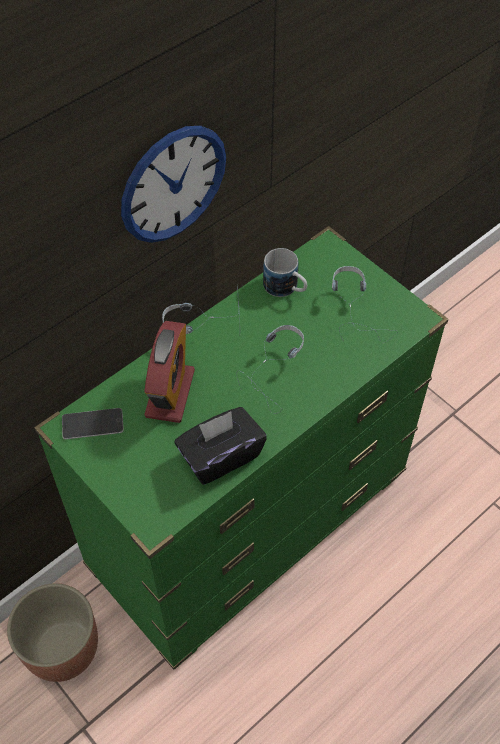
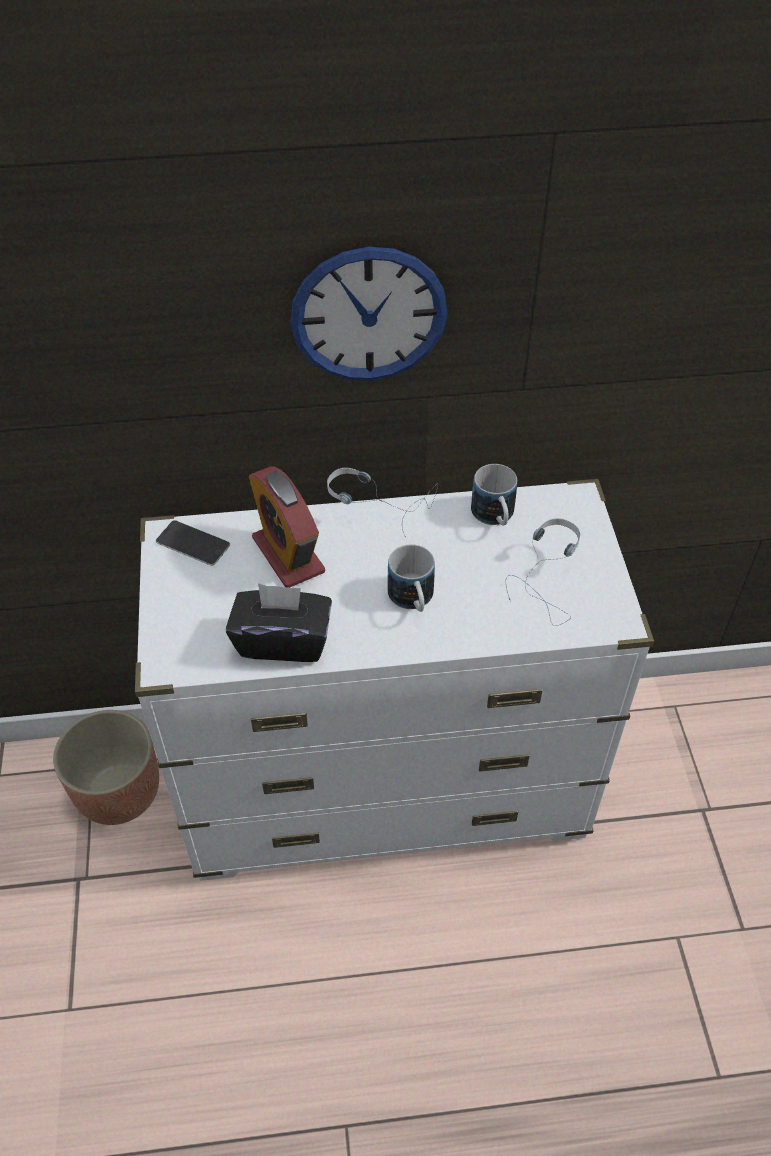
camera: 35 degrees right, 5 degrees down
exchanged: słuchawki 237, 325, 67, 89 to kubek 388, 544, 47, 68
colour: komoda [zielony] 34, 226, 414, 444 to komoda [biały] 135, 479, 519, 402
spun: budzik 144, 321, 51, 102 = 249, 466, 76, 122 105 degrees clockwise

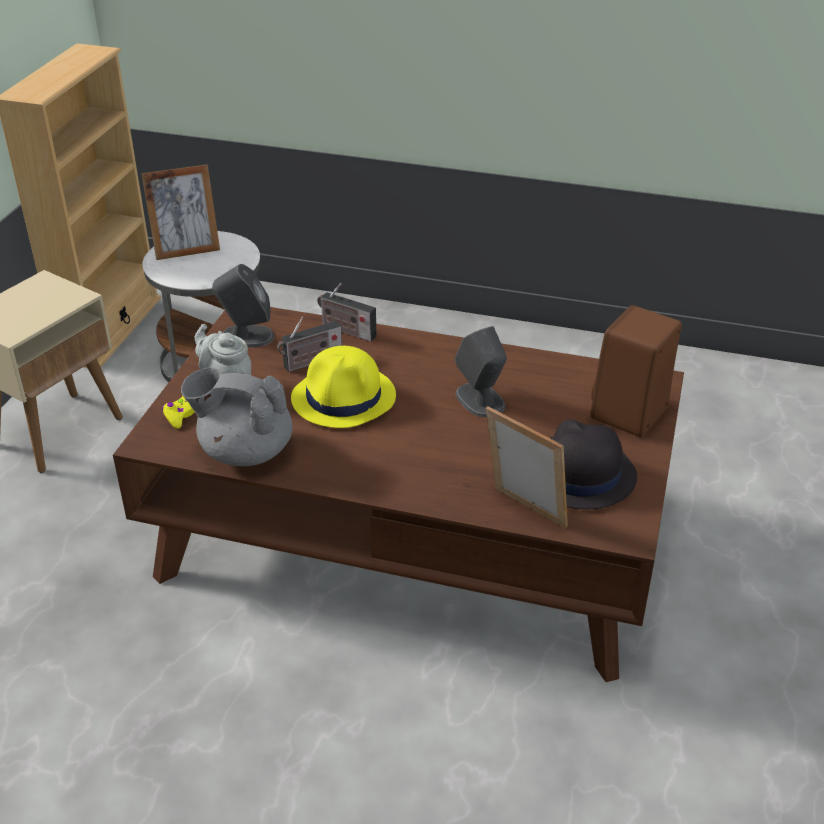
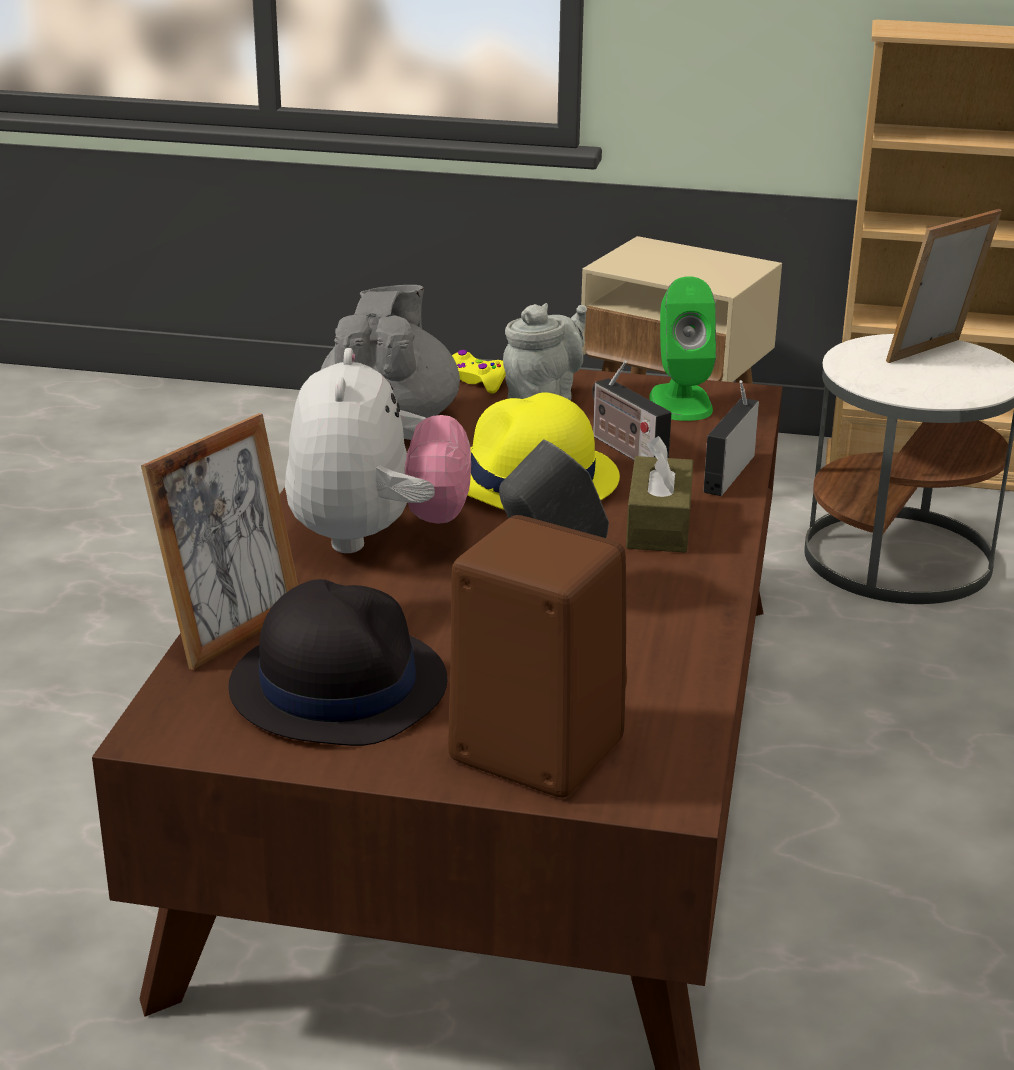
camera: 85 degrees right, 10 degrees down
appeared: pluszak 285, 348, 186, 205; pudełko chusteczek [brązowy] 626, 436, 67, 117
colour: głośnik [szary] 212, 264, 62, 83 to głośnik [zielony] 649, 276, 67, 145
spun: ramka na zdjęcie 141, 164, 79, 96 = 886, 209, 116, 154 75 degrees clockwise

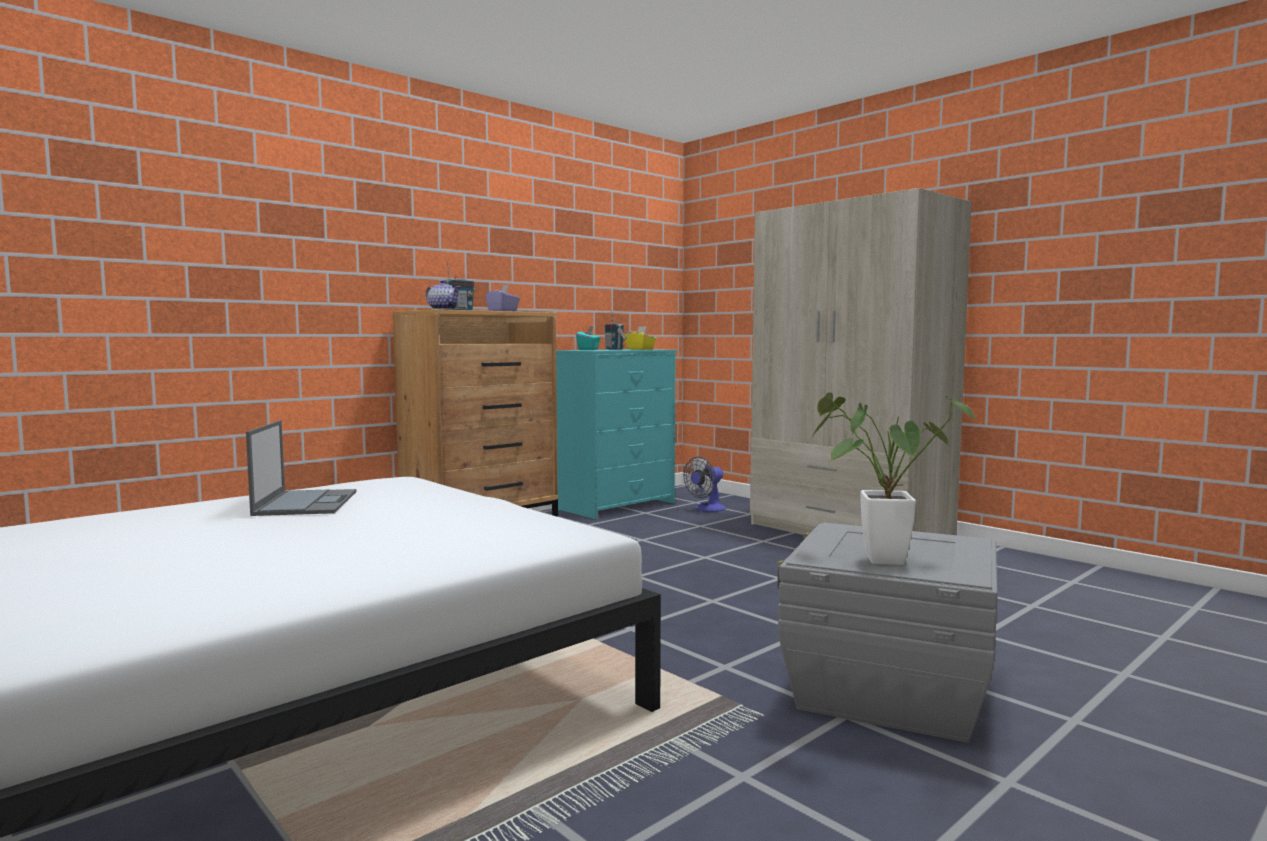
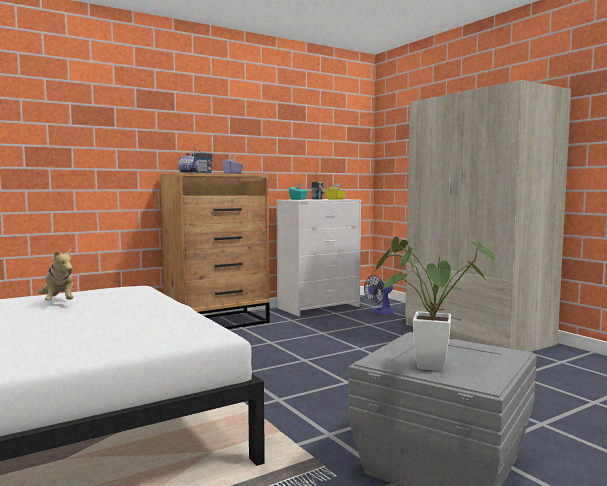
camera: 10 degrees right, 0 degrees up
exchanged: laptop 246, 420, 110, 96 to pluszak 37, 248, 36, 52
colour: komoda [turkusowy] 556, 349, 121, 170 to komoda [biały] 276, 199, 86, 117

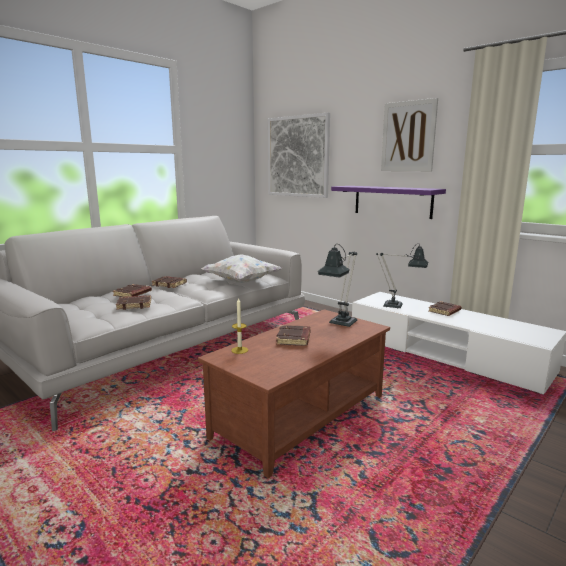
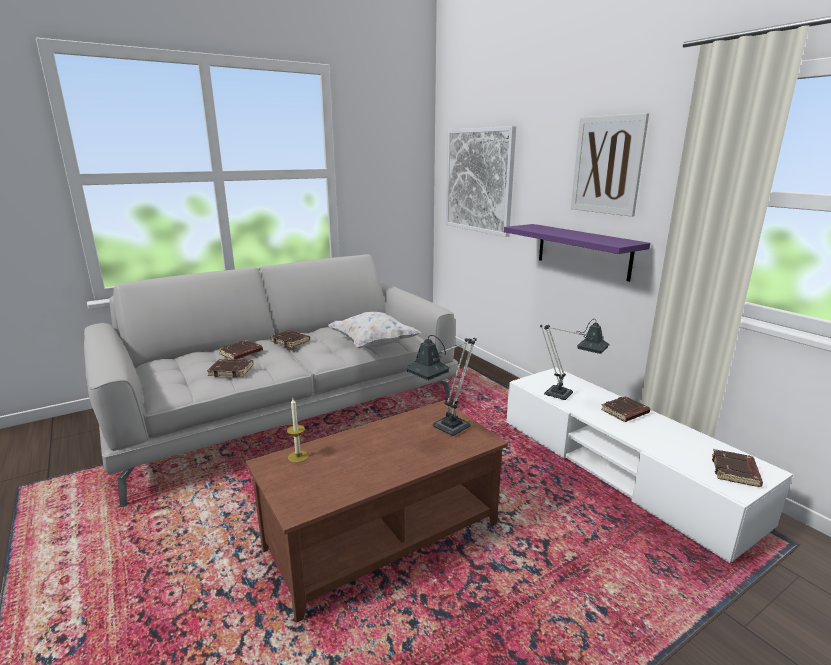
camera: 15 degrees right, 5 degrees up
relocated: książka [brązowy] 276, 325, 35, 21 to 712, 449, 51, 38

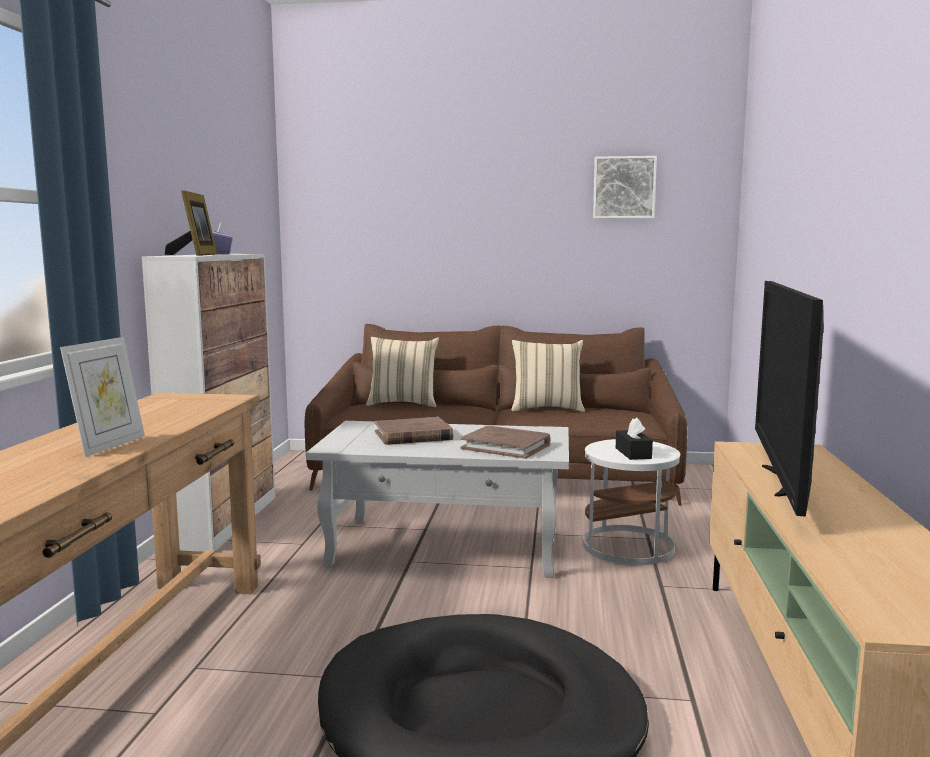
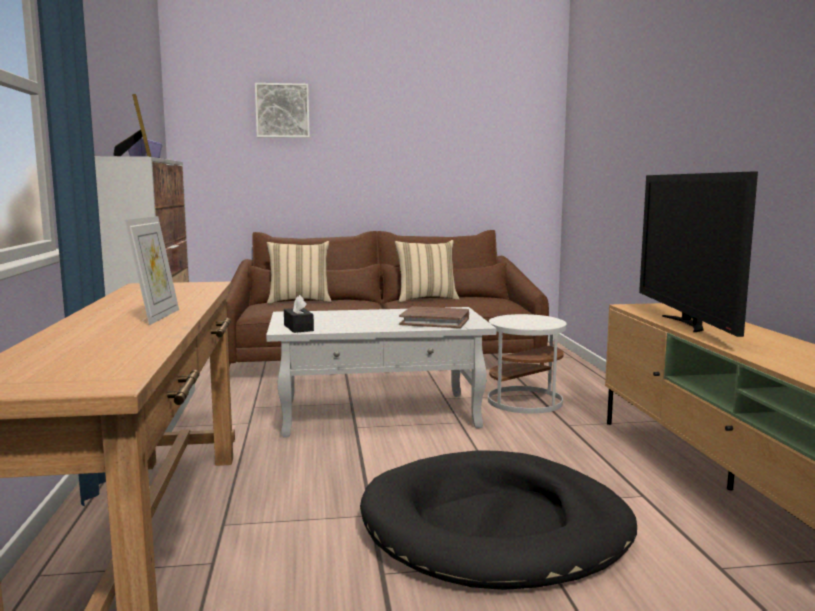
camera: 15 degrees left, 0 degrees up
missing: książka [brązowy] 375, 417, 79, 28
relocated: obraz 593, 156, 64, 63 to 255, 83, 55, 55; pudełko chusteczek [czarny] 616, 417, 37, 43 to 284, 295, 30, 38

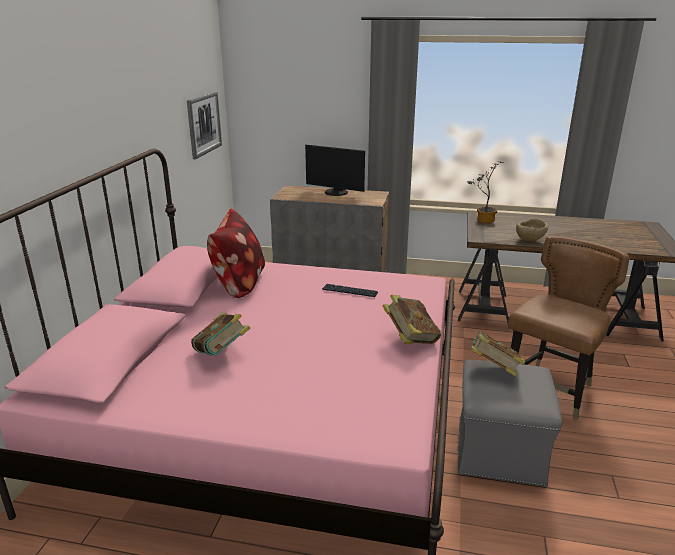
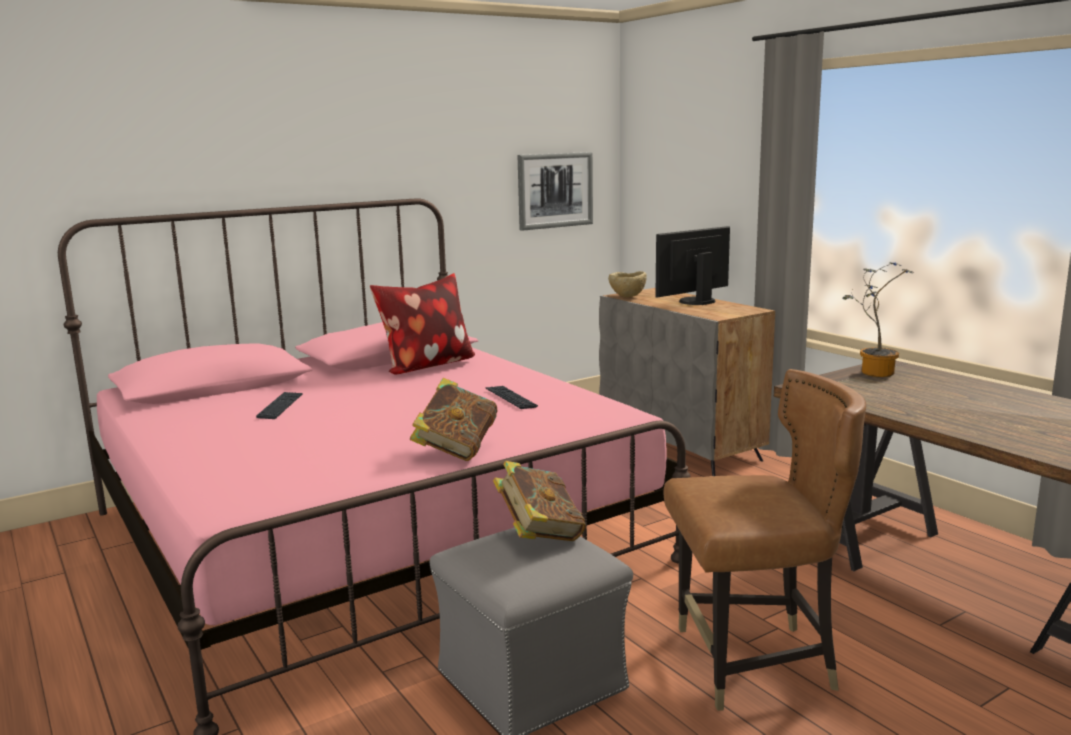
camera: 45 degrees right, 10 degrees down
relocated: miska [beżowy] 516, 219, 32, 22 to 608, 271, 39, 26
exchanged: książka 191, 313, 59, 43 to klawiatura 256, 392, 47, 27
spun: monitor 305, 145, 60, 51 = 655, 226, 75, 79 75 degrees clockwise

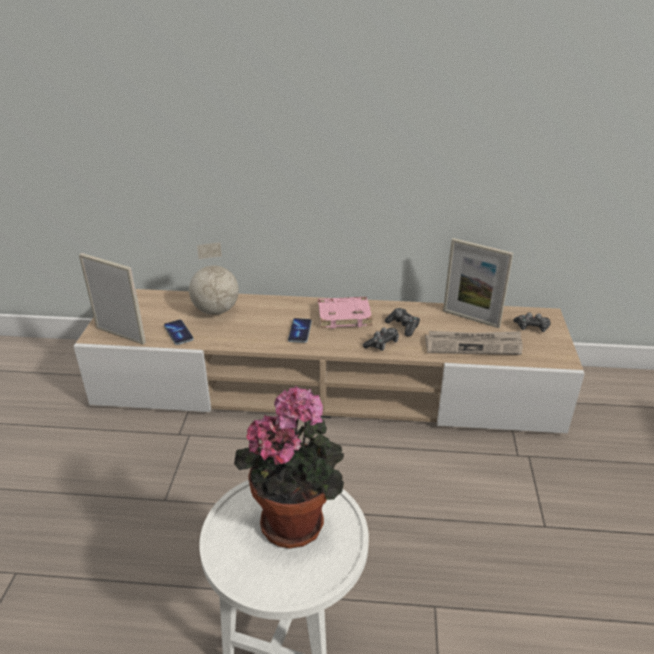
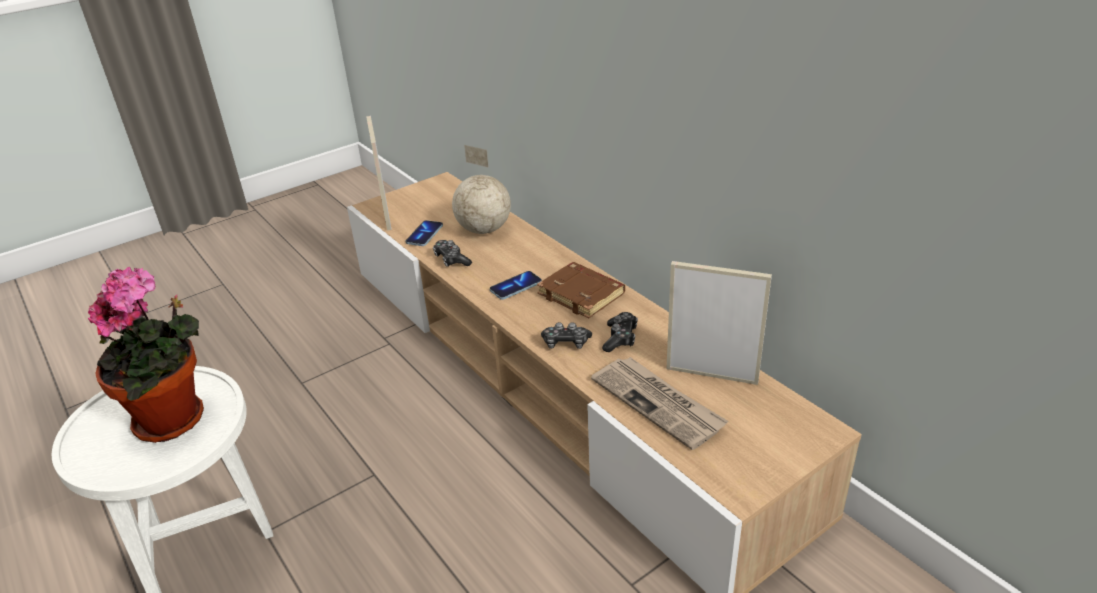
camera: 50 degrees right, 0 degrees up
relocated: pad do gier 513, 312, 38, 20 to 433, 240, 39, 27
colour: książka [różowy] 318, 297, 55, 32 to książka [brązowy] 537, 262, 88, 57
spun: ramka na zdjęcie 443, 238, 70, 90 = 666, 261, 106, 124 120 degrees clockwise

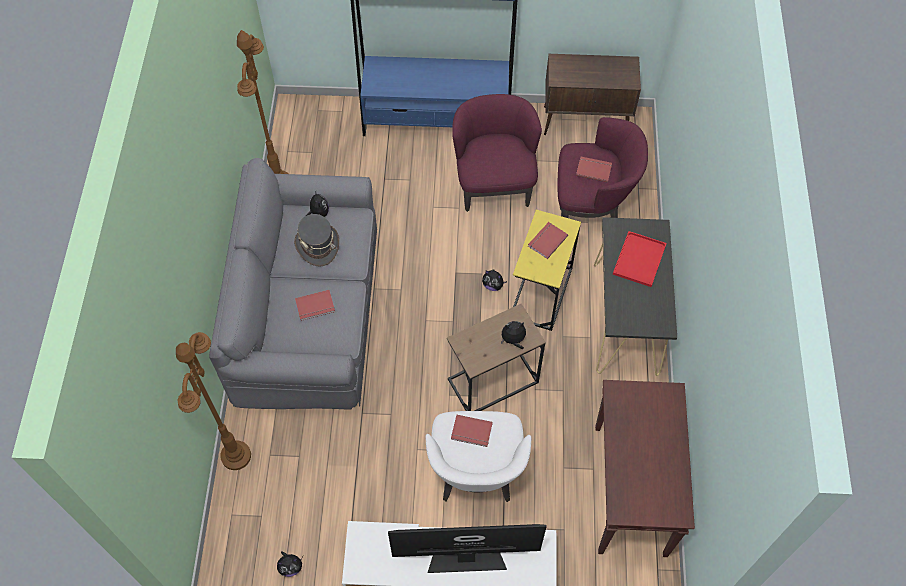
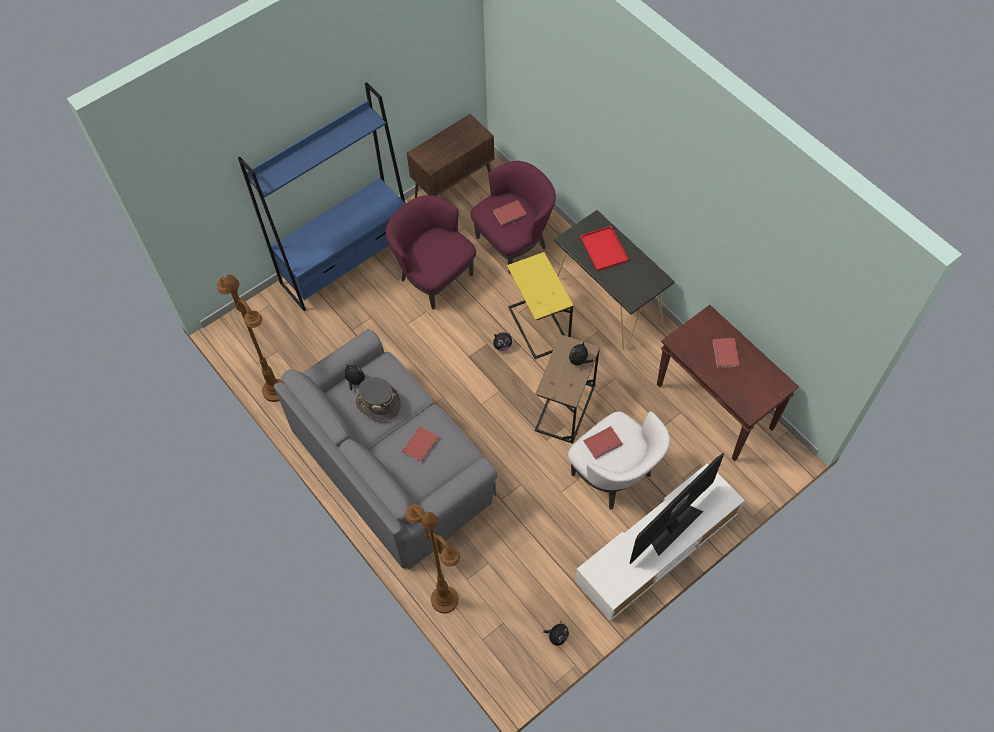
camera: 40 degrees left, 0 degrees up
relocated: książka [czerwony] 528, 222, 40, 37 to 712, 338, 28, 30

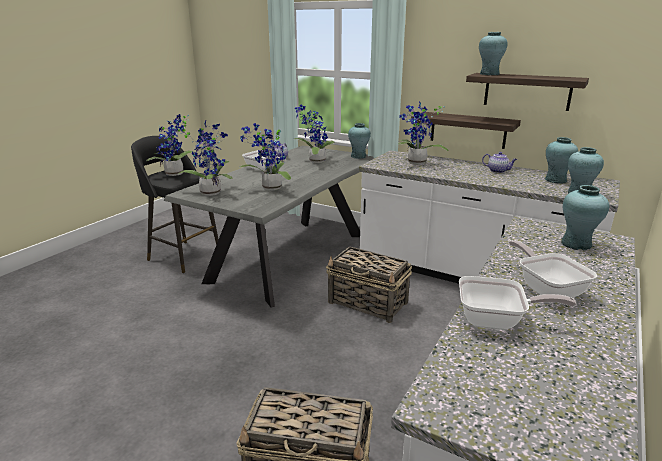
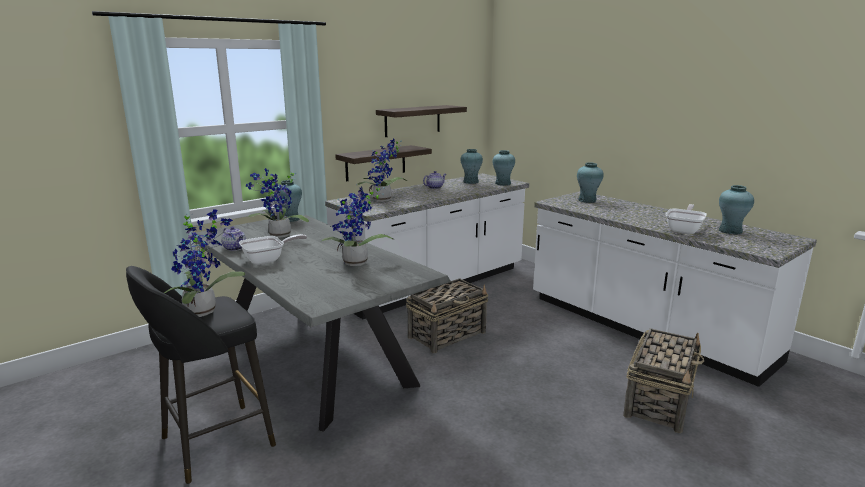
camera: 70 degrees left, 5 degrees down
missing: roślina doniczkowa 178, 121, 54, 75; patelnia 509, 240, 88, 58
relocated: wazon [turkusowy] 479, 32, 29, 43 to 719, 185, 35, 49

